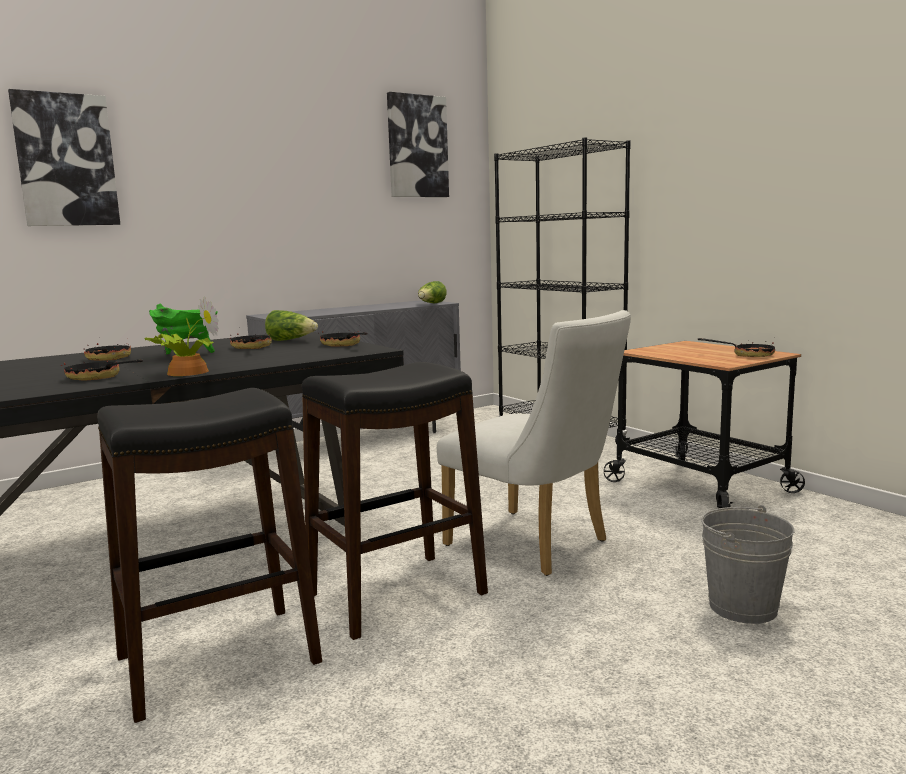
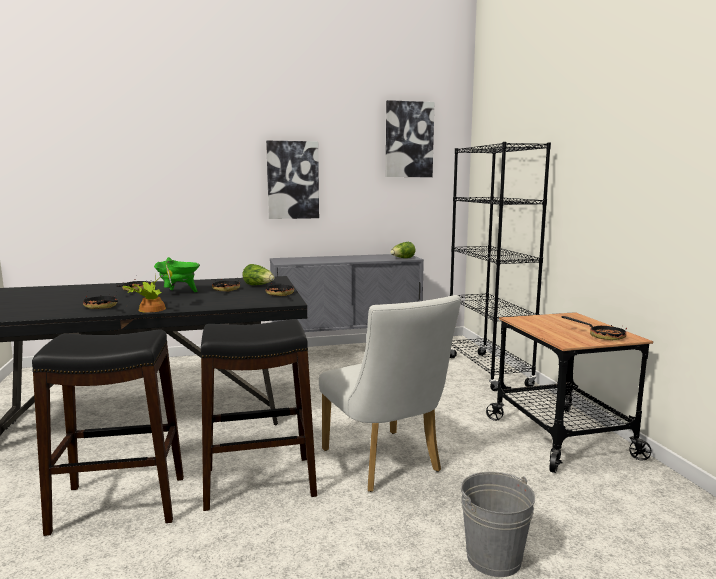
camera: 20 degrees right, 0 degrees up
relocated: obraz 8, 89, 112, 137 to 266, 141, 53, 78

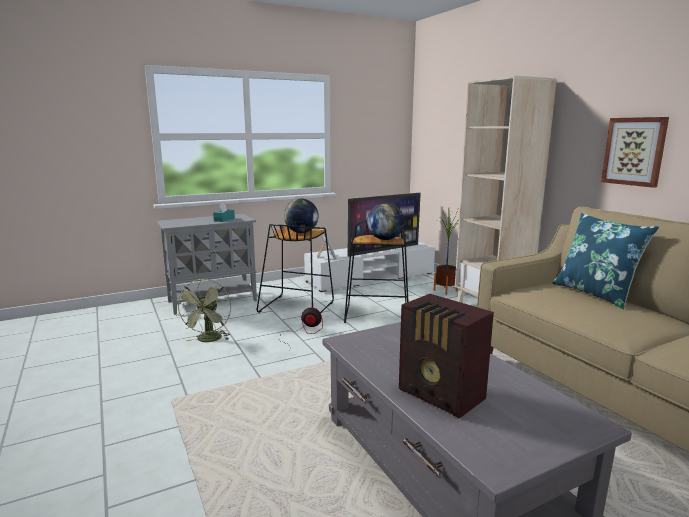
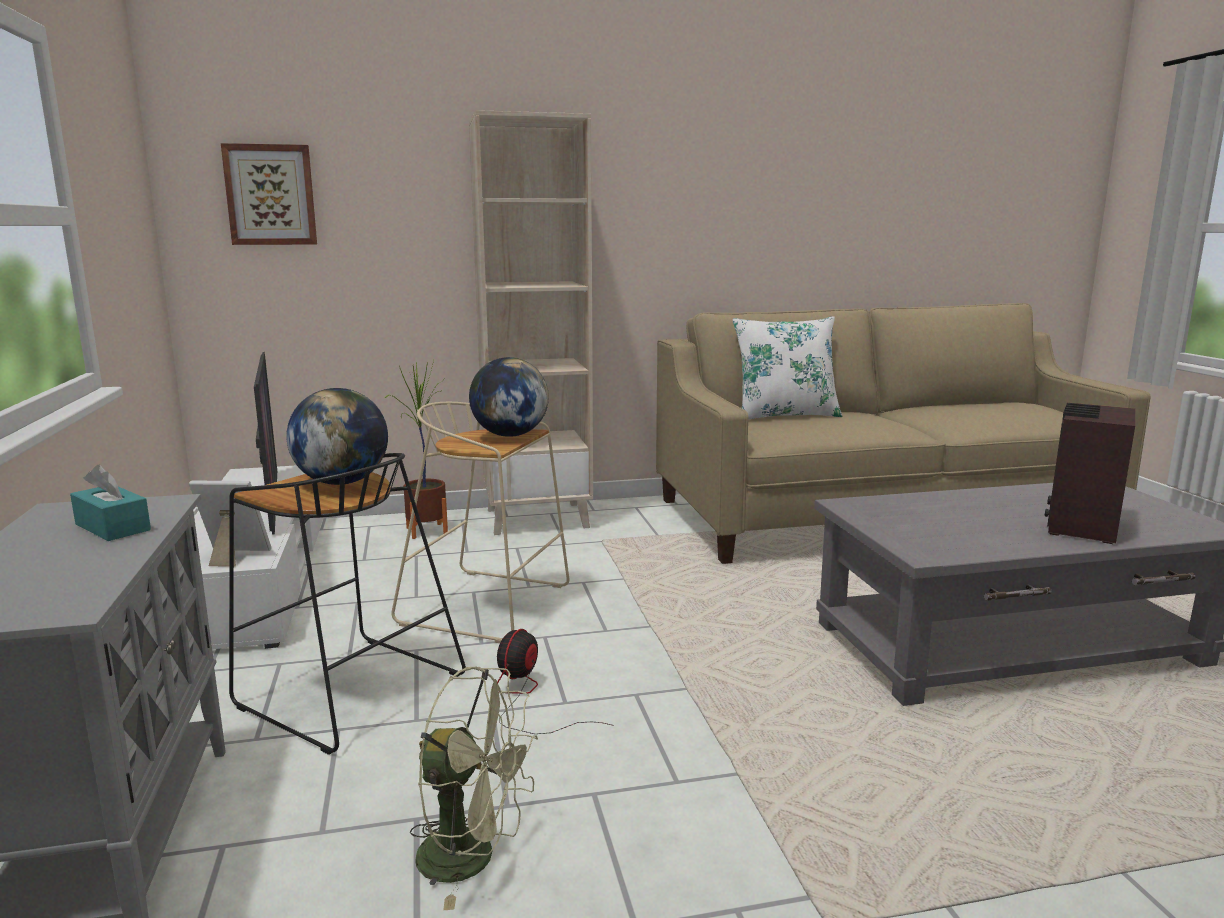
camera: 75 degrees left, 0 degrees up
relocated: obraz 601, 117, 68, 71 to 221, 143, 96, 102
colour: stołek [czarny] 344, 220, 65, 103 to stołek [beżowy] 391, 402, 179, 241; poduszka [niebieski] 553, 213, 106, 96 to poduszka [biały] 732, 316, 110, 104
spun: radio 399, 294, 95, 124 = 1045, 403, 90, 141 150 degrees clockwise

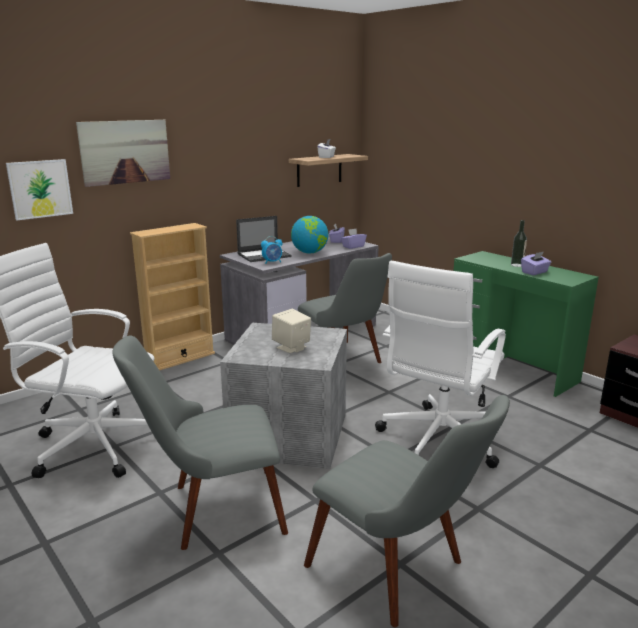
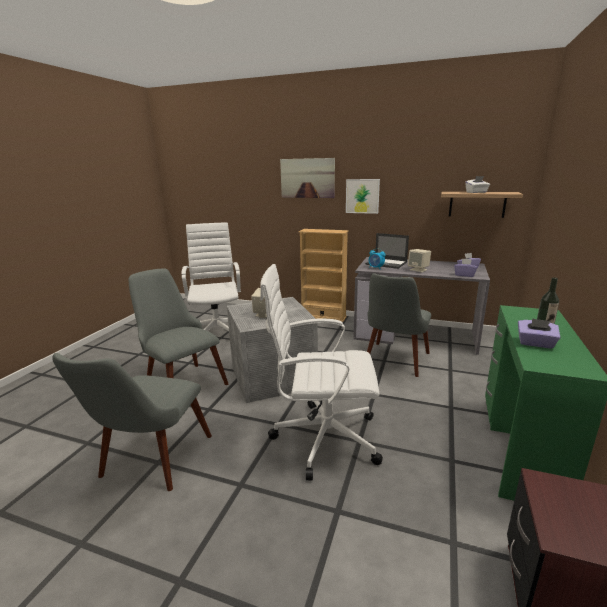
camera: 60 degrees right, 0 degrees up
relocated: obraz 6, 159, 67, 61 to 346, 179, 34, 35
exchanged: globus 291, 216, 37, 38 to głośnik [beżowy] 408, 249, 23, 23

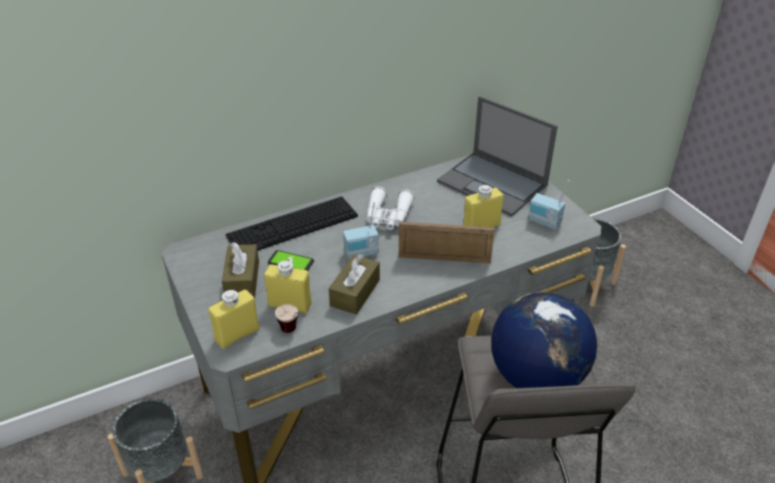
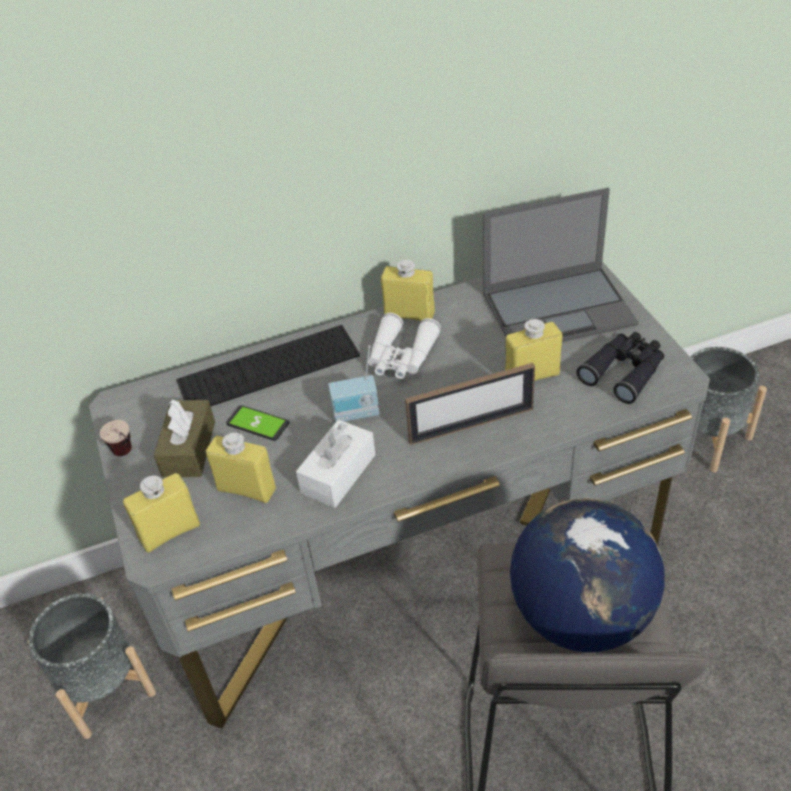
camera: 10 degrees right, 5 degrees up
appeared: butelka [żółty] 381, 260, 54, 61
relocated: filiżanka 275, 304, 31, 29 to 100, 420, 32, 36
exchanged: radio 528, 180, 41, 50 to lornetka [czarny] 577, 332, 87, 72
colour: pudełko chusteczek [brązowy] 329, 254, 51, 61 to pudełko chusteczek [biały] 296, 420, 80, 88
spun: ramka na zdjęcie 399, 222, 96, 41 = 405, 363, 130, 82 150 degrees clockwise; laptop 437, 96, 121, 120 = 483, 188, 155, 154 60 degrees counterclockwise

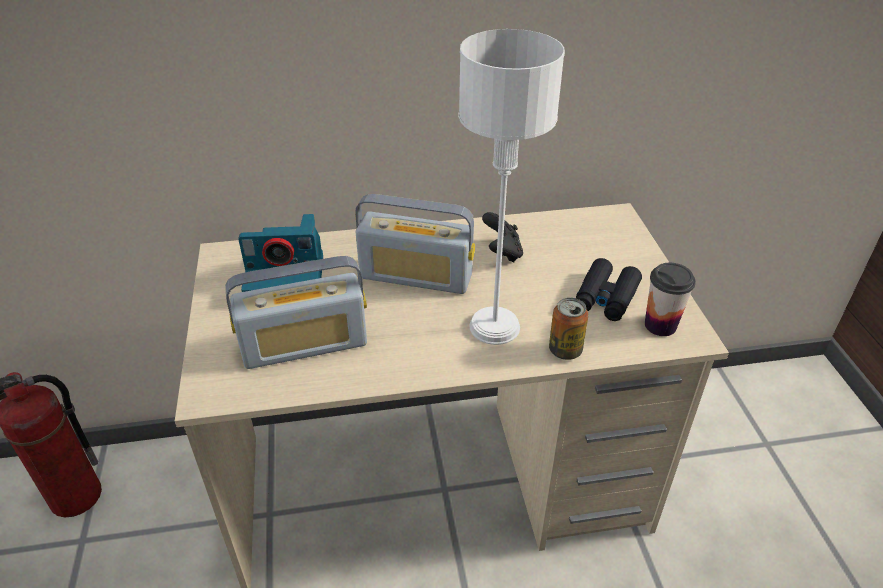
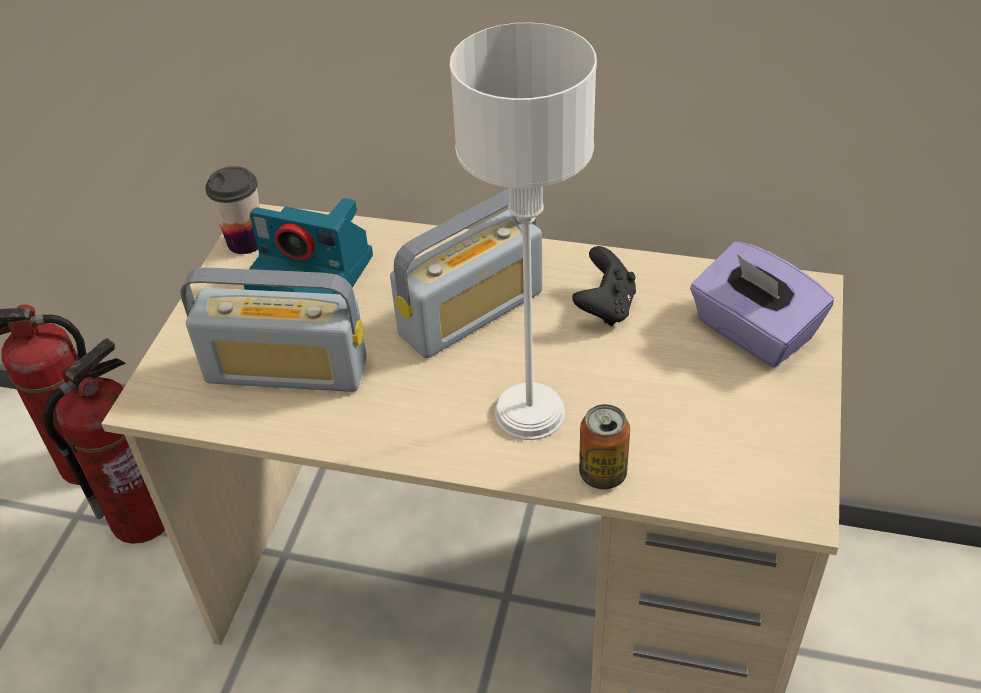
camera: 25 degrees right, 5 degrees up
missing: lornetka [czarny] 576, 258, 66, 63
appeared: gaśnica 44, 338, 121, 206; pudełko chusteczek [fioletowy] 690, 241, 144, 126
relocated: filiżanka 645, 263, 51, 73 to 205, 166, 55, 88
spun: radio 355, 194, 120, 100 = 390, 189, 152, 169 75 degrees counterclockwise

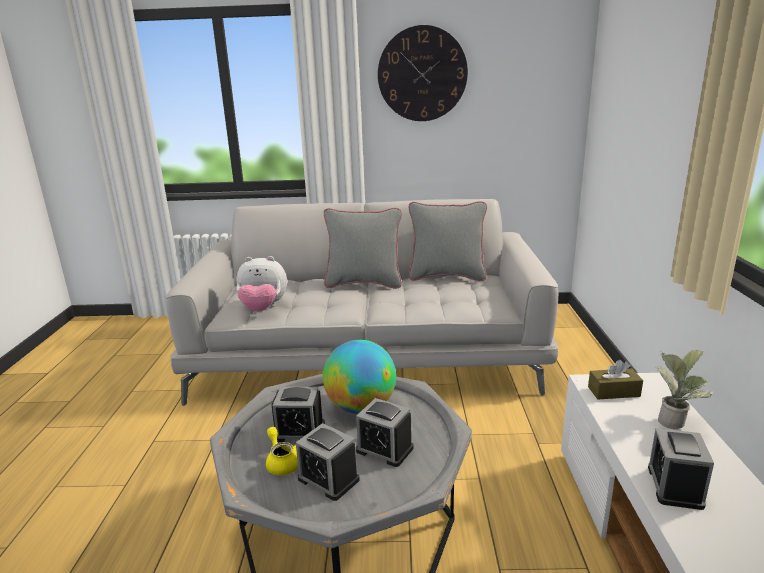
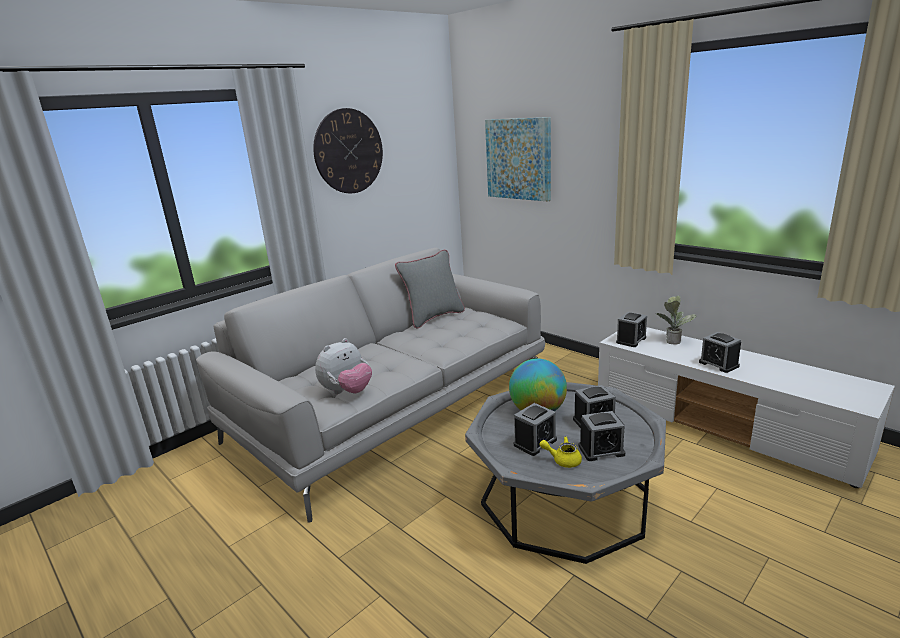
camera: 45 degrees left, 0 degrees up
missing: poduszka [szary] 324, 208, 78, 80
appeared: obraz 485, 117, 66, 85
exchanged: pudełko chusteczek [brązowy] 588, 360, 55, 39 to budzik 616, 312, 31, 35

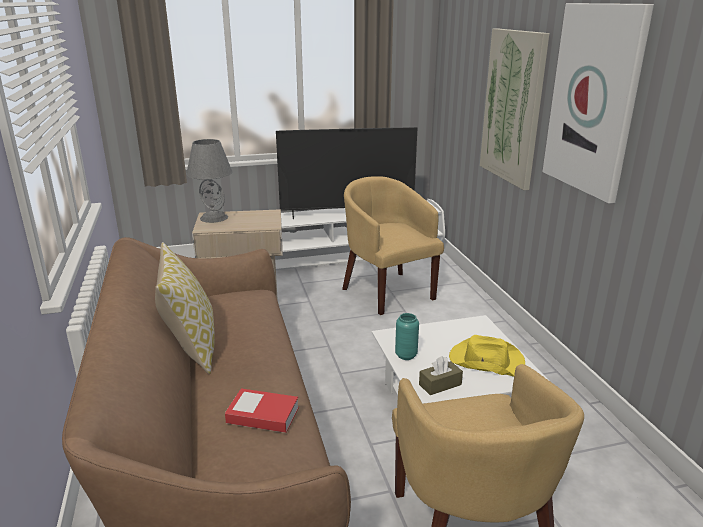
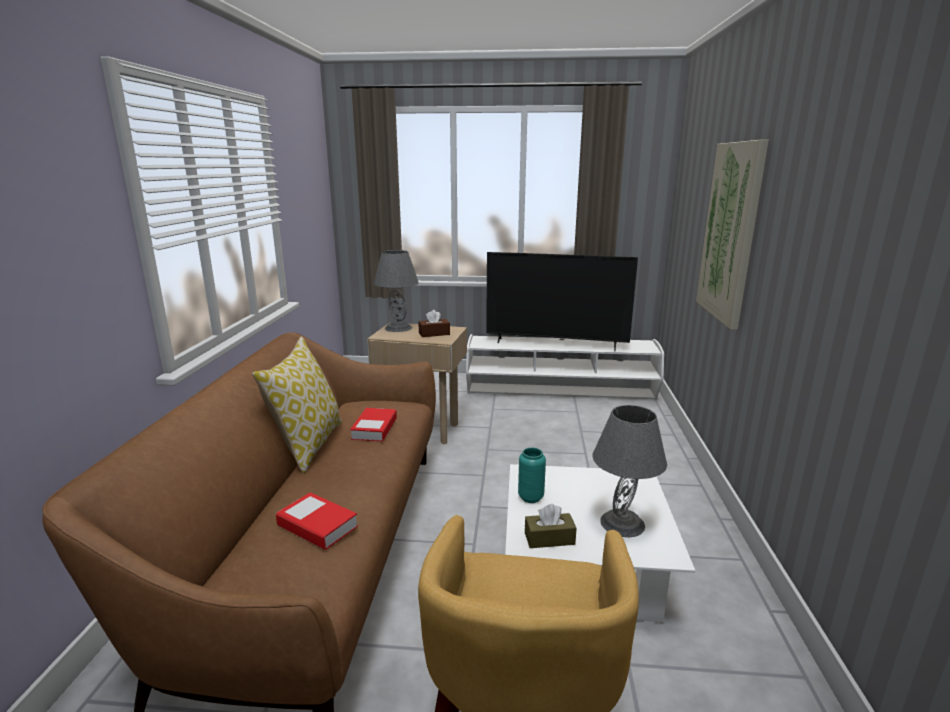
camera: 20 degrees right, 5 degrees down
missing: fotel [żółty] 342, 176, 102, 139; obraz 542, 3, 112, 200
appeared: książka 350, 408, 47, 34; pudełko chusteczek [brązowy] 418, 310, 32, 27
exchanged: kapelusz [żółty] 449, 335, 76, 42 to lampa stołowa [szary] 592, 405, 75, 132

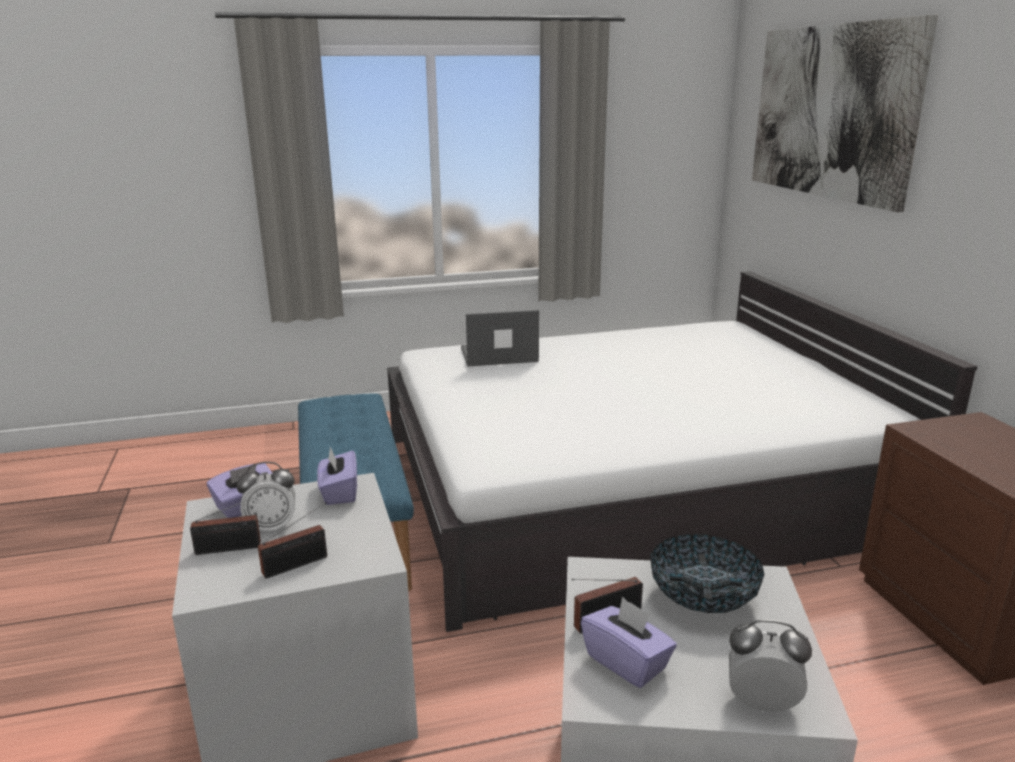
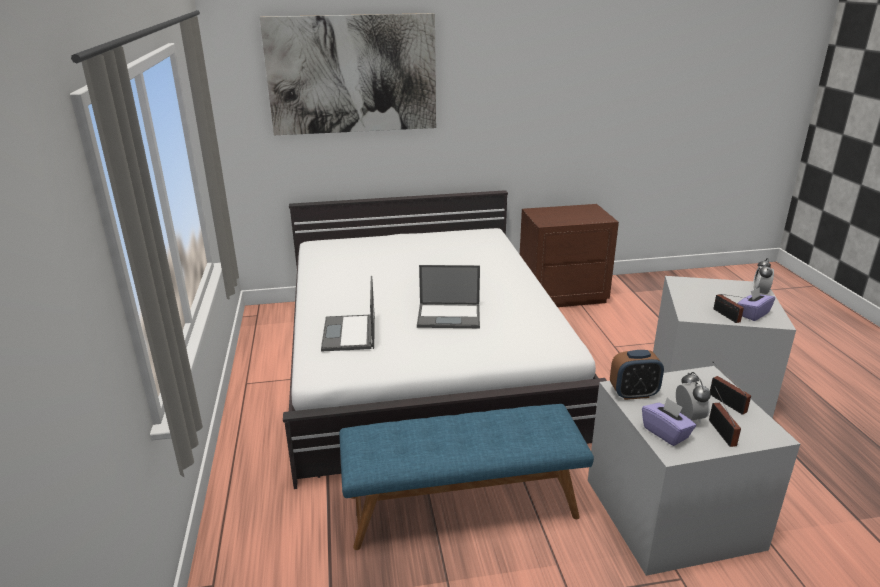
camera: 85 degrees left, 5 degrees up
missing: miska 650, 534, 114, 79
appeared: laptop 417, 265, 63, 63
exchanged: pudełko chusteczek [fioletowy] 317, 447, 40, 58 to budzik 610, 350, 54, 50

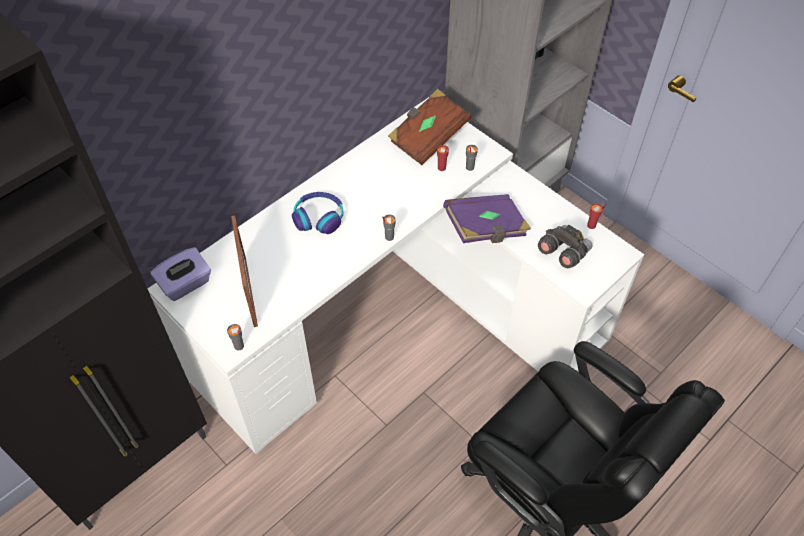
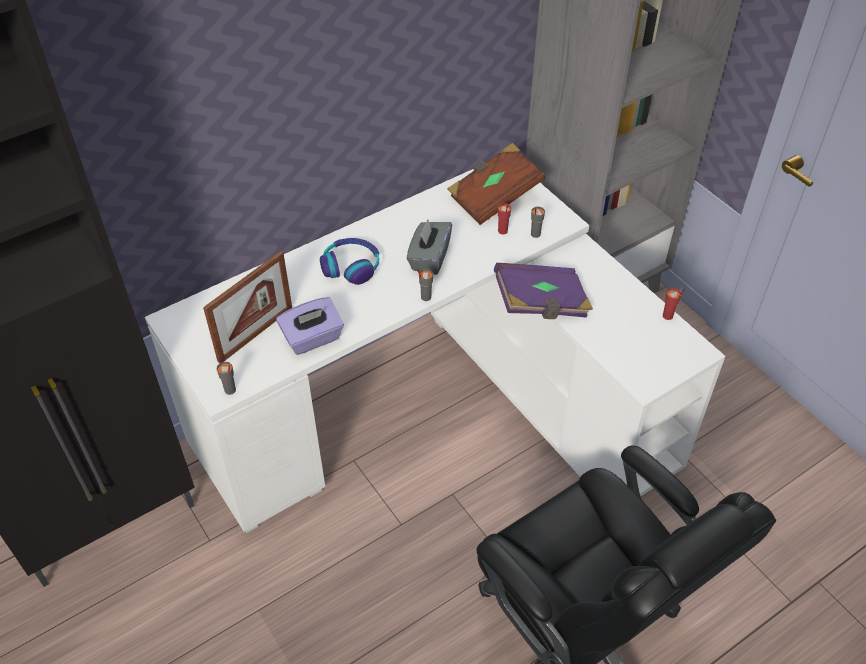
camera: 10 degrees right, 5 degrees down
missing: lornetka [szary] 538, 224, 54, 44
appeared: pudełko chusteczek [szary] 407, 219, 45, 56
relocated: pudełko chusteczek [fioletowy] 150, 247, 61, 54 to 276, 297, 68, 58
spun: ramka na zdjęcie 231, 215, 27, 112 = 203, 251, 89, 112 45 degrees clockwise

